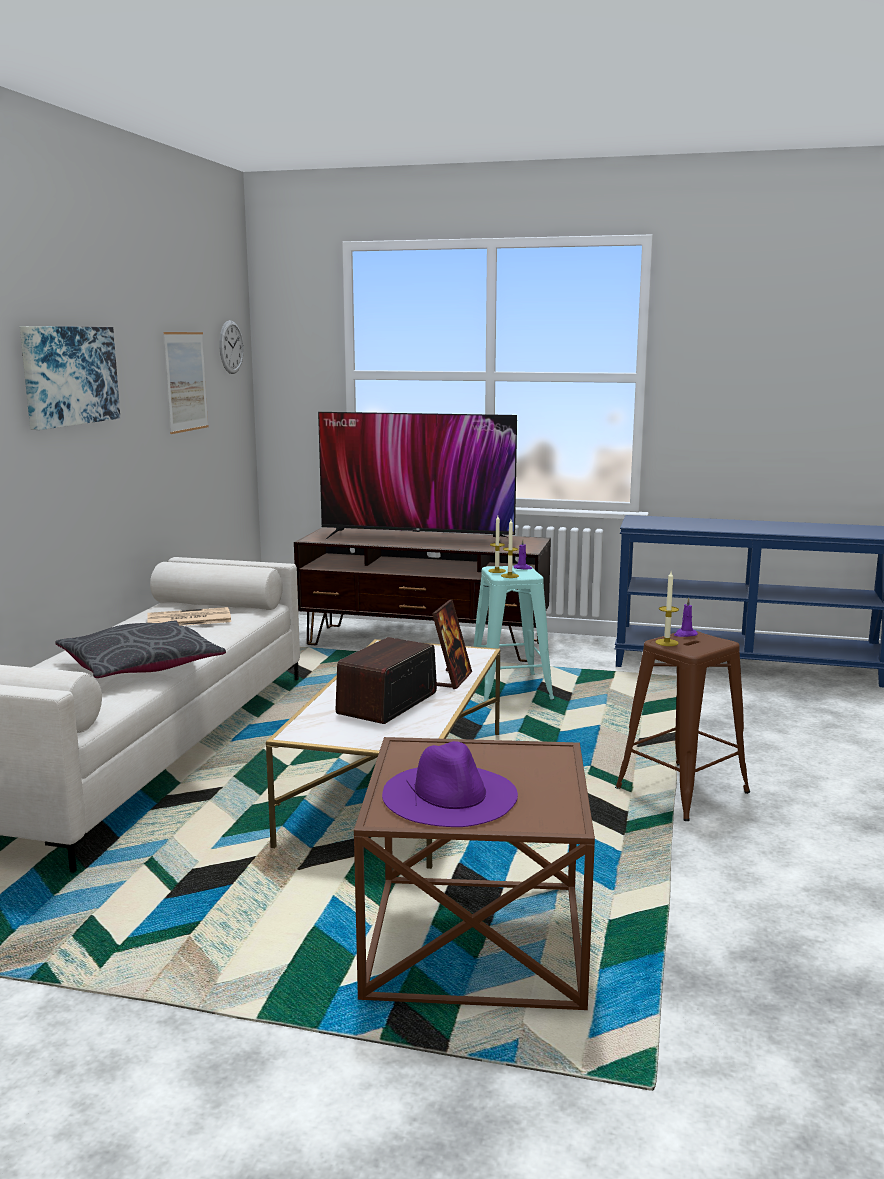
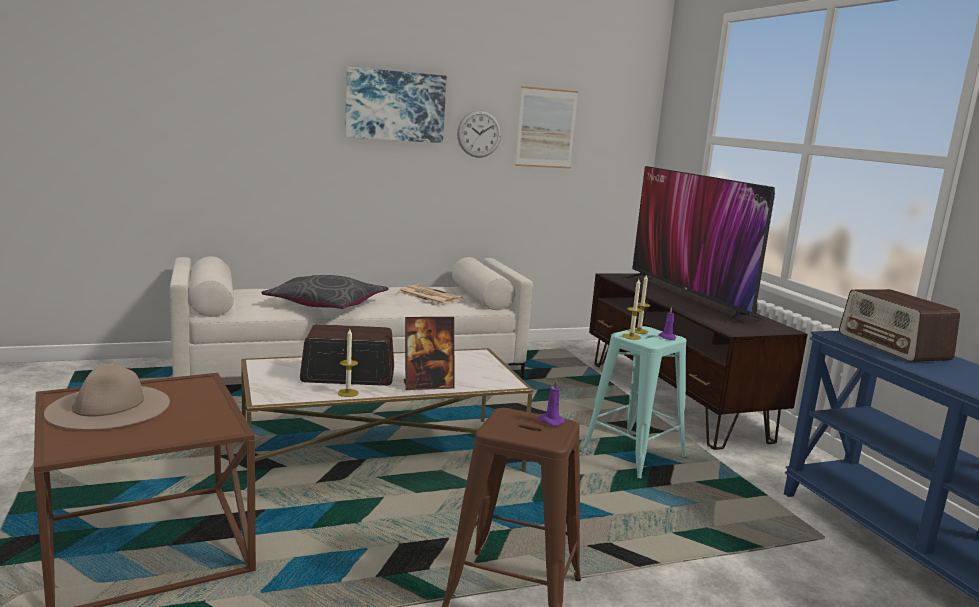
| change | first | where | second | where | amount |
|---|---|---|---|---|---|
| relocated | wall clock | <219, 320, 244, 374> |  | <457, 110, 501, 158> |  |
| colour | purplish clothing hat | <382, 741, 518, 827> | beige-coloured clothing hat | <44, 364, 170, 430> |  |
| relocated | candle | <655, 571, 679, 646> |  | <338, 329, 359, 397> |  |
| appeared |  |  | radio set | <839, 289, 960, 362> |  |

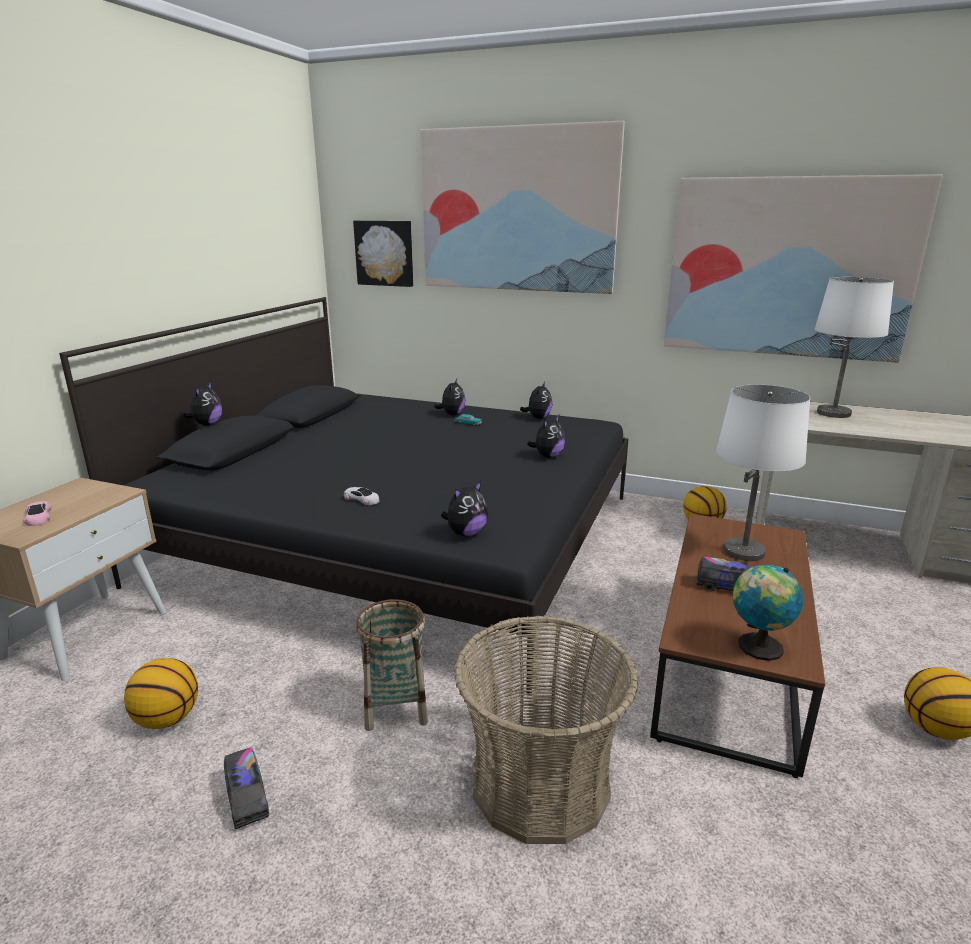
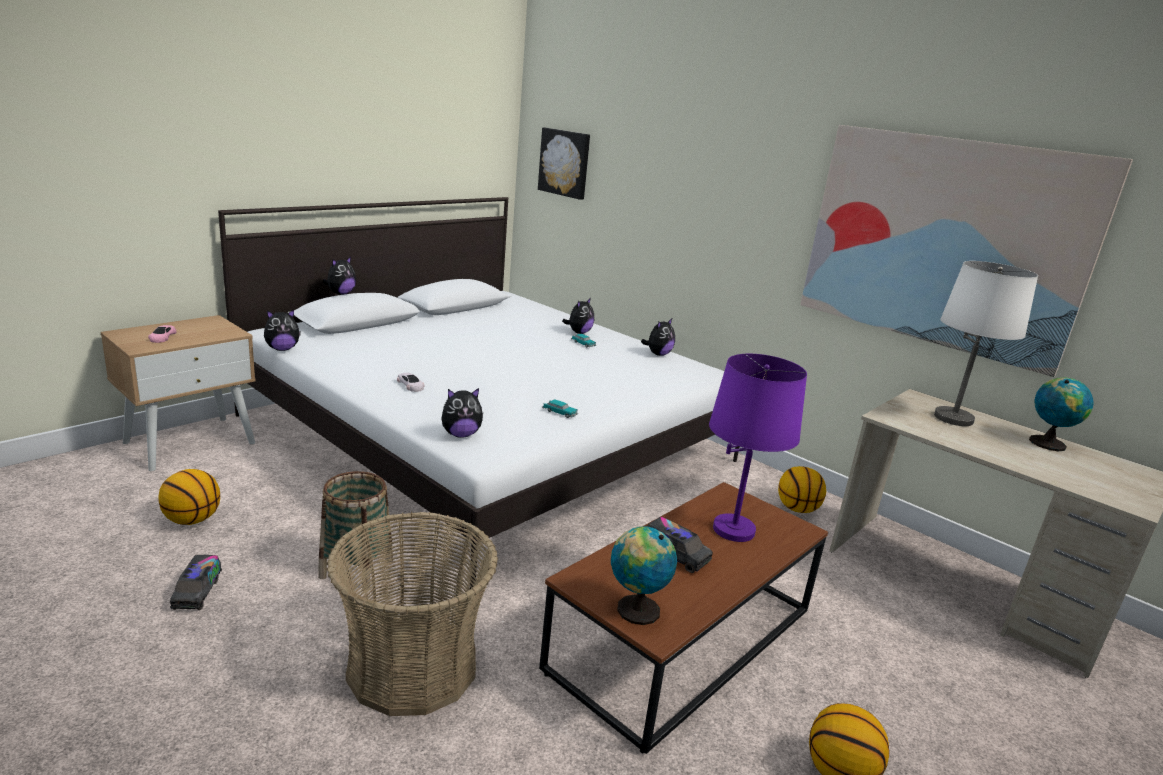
| change | first | where | second | where | amount |
|---|---|---|---|---|---|
| colour | black bedroom bed | <59, 297, 628, 693> | whitish bedroom bed | <218, 197, 740, 589> |  |
| missing | wall art | <421, 121, 625, 294> |  |  |  |
| relocated | plush toy | <527, 415, 565, 458> |  | <264, 309, 301, 351> |  |
| colour | whitish tabletop lamp | <716, 385, 810, 561> | purplish tabletop lamp | <709, 354, 807, 542> |  |
| appeared |  |  | miniature car | <542, 400, 578, 418> |  |
| appeared |  |  | globe | <1029, 377, 1094, 451> |  |

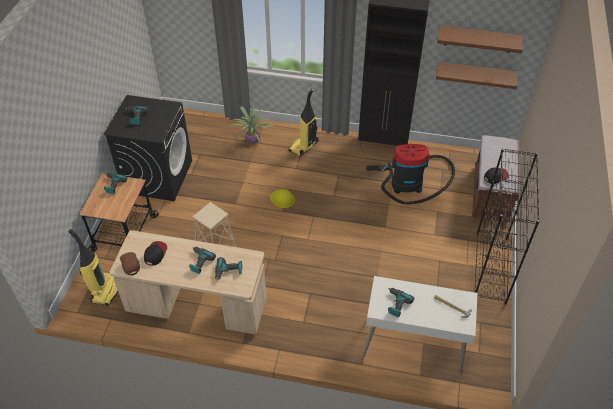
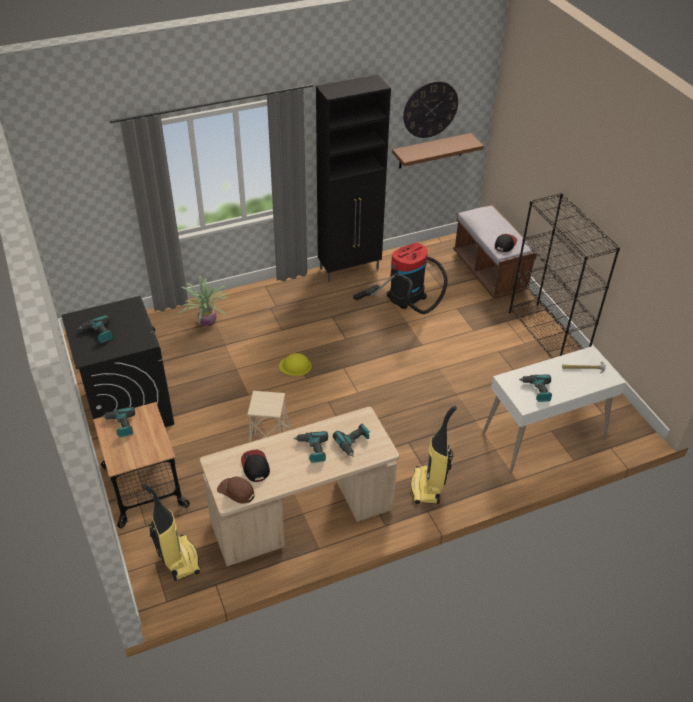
| change | first | where | second | where | amount |
|---|---|---|---|---|---|
| relocated | hoover | <289, 89, 318, 157> |  | <411, 405, 457, 504> |  |
| exchanged | brownish bracket shelf | <437, 26, 523, 53> | wall clock | <403, 81, 458, 138> |  |

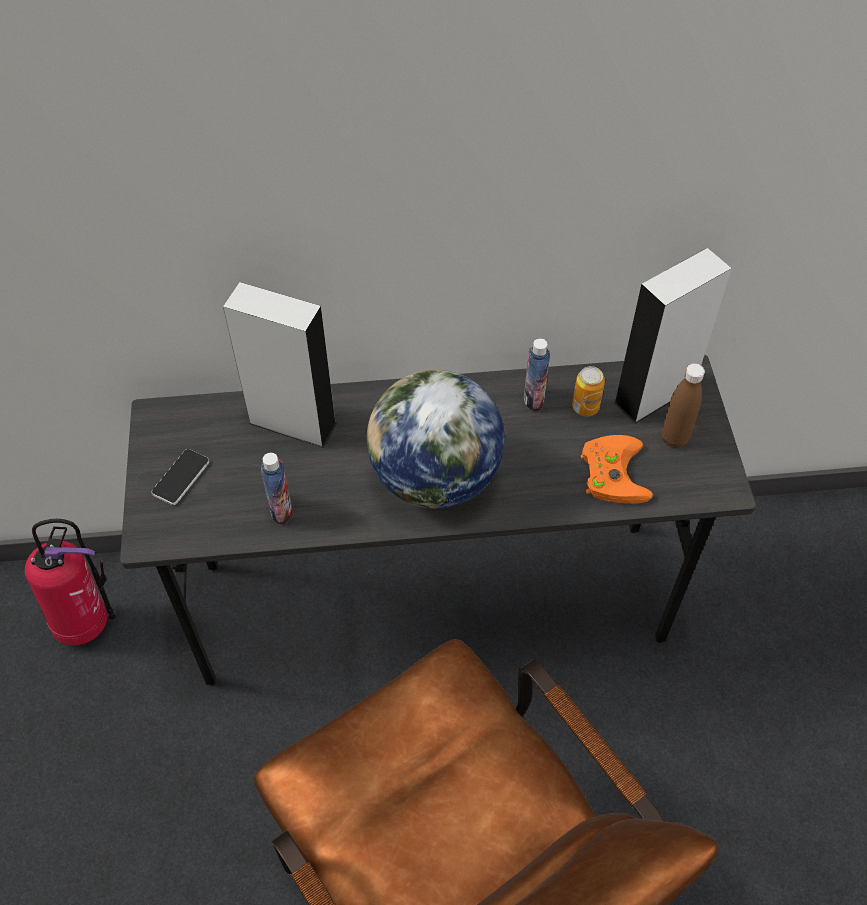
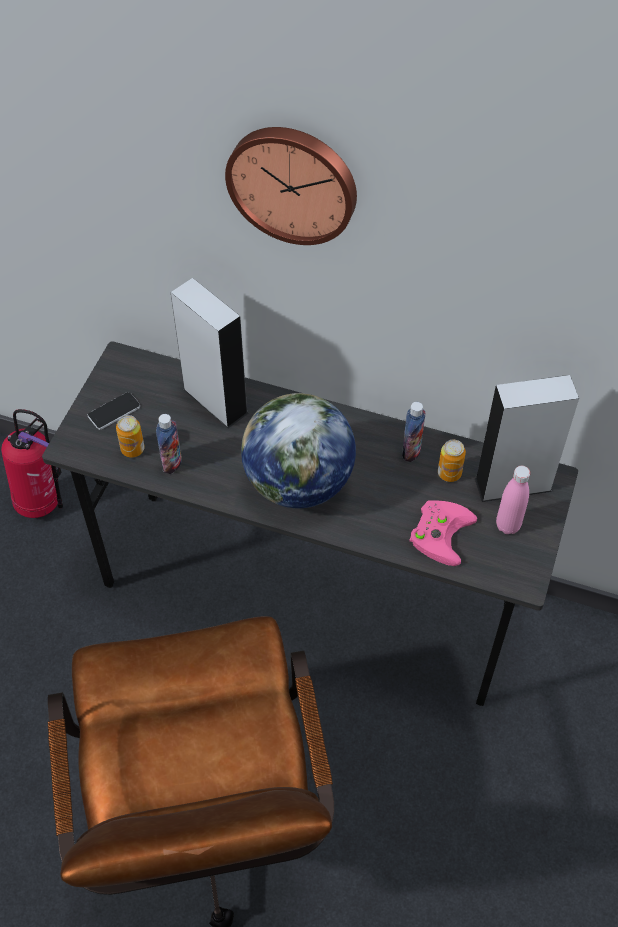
| change | first | where | second | where | amount |
|---|---|---|---|---|---|
| colour | orange game controller | <581, 435, 653, 504> | pink-coloured game controller | <409, 500, 477, 566> |  |
| colour | brownish beverage bottle | <661, 363, 705, 448> | pink-coloured beverage bottle | <496, 466, 530, 534> |  |
| appeared |  |  | sealed can | <116, 415, 145, 457> |  |
| appeared |  |  | wall clock | <225, 127, 357, 245> |  |

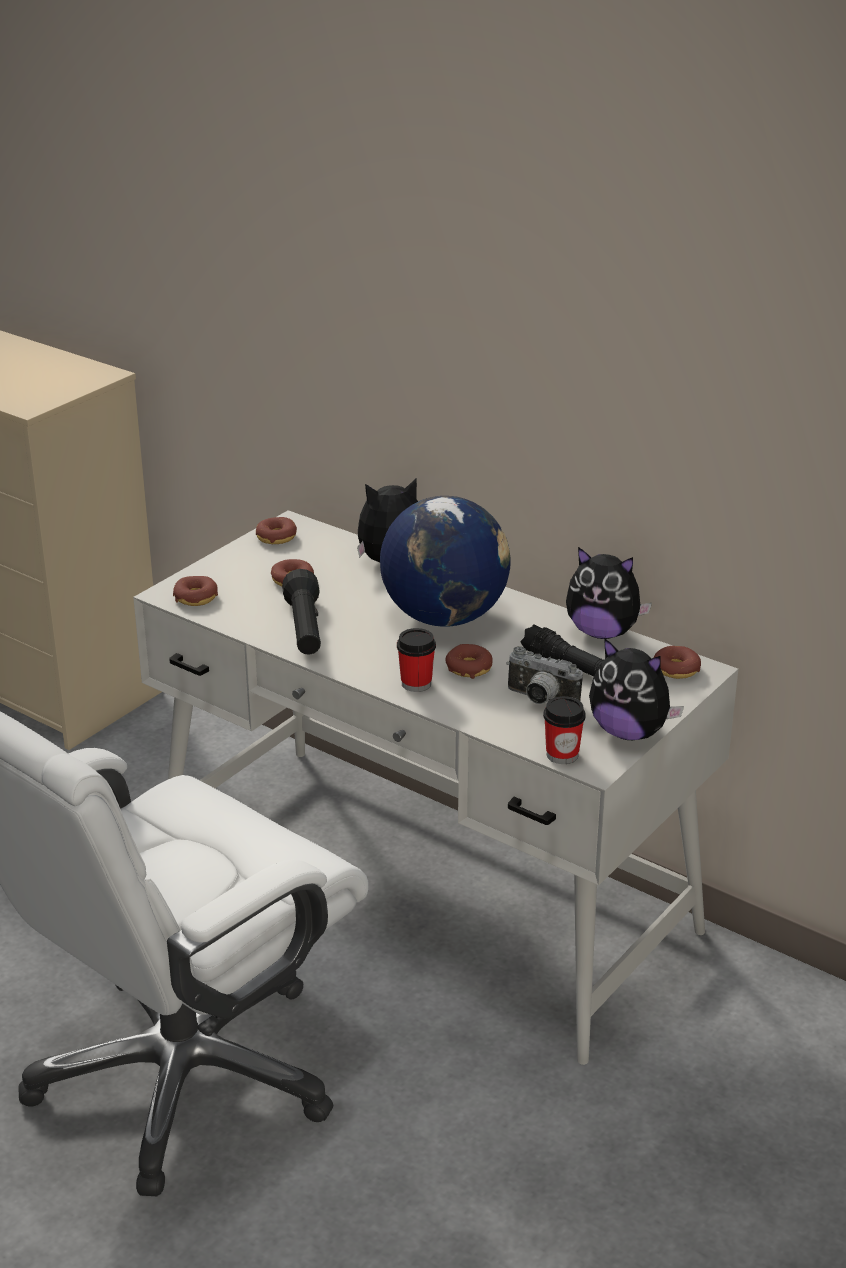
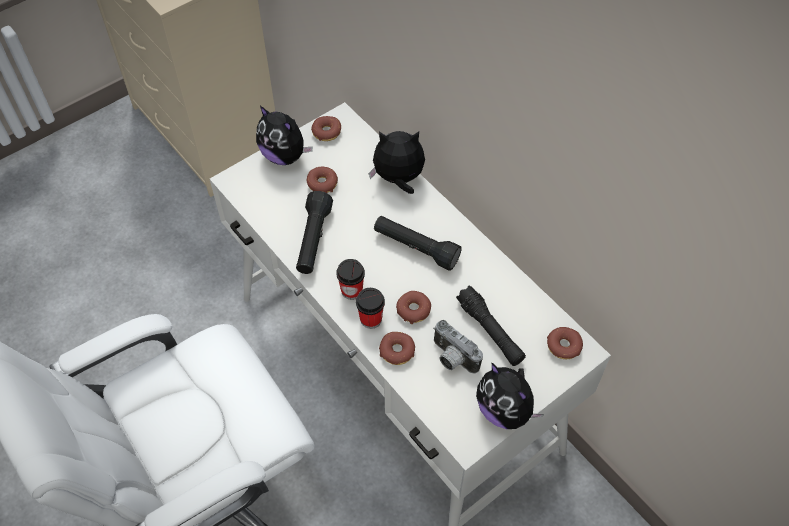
| change | first | where | second | where | amount |
|---|---|---|---|---|---|
| relocated | donut | <173, 576, 218, 606> |  | <379, 332, 415, 365> |  |
| exchanged | globe | <380, 496, 511, 627> | black hand torch | <374, 216, 462, 271> |  |
| relocated | cup | <543, 696, 586, 764> |  | <336, 259, 365, 300> |  |
| relocated | plush toy | <566, 547, 652, 639> |  | <256, 106, 313, 165> |  |

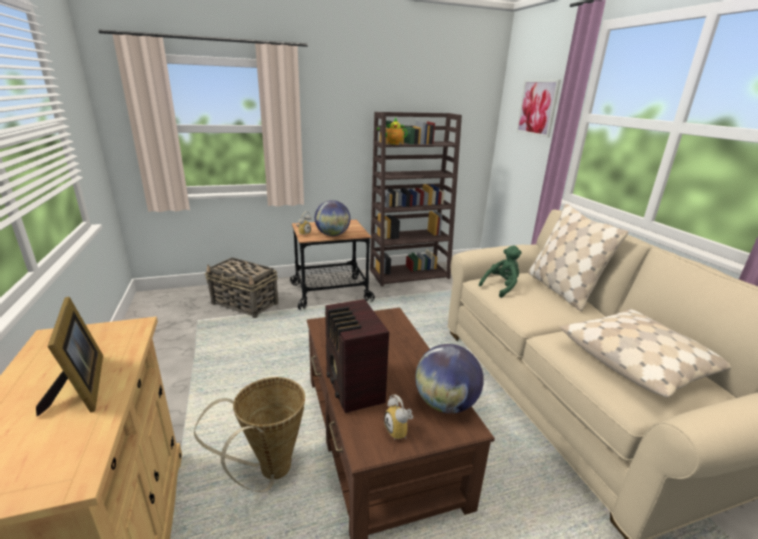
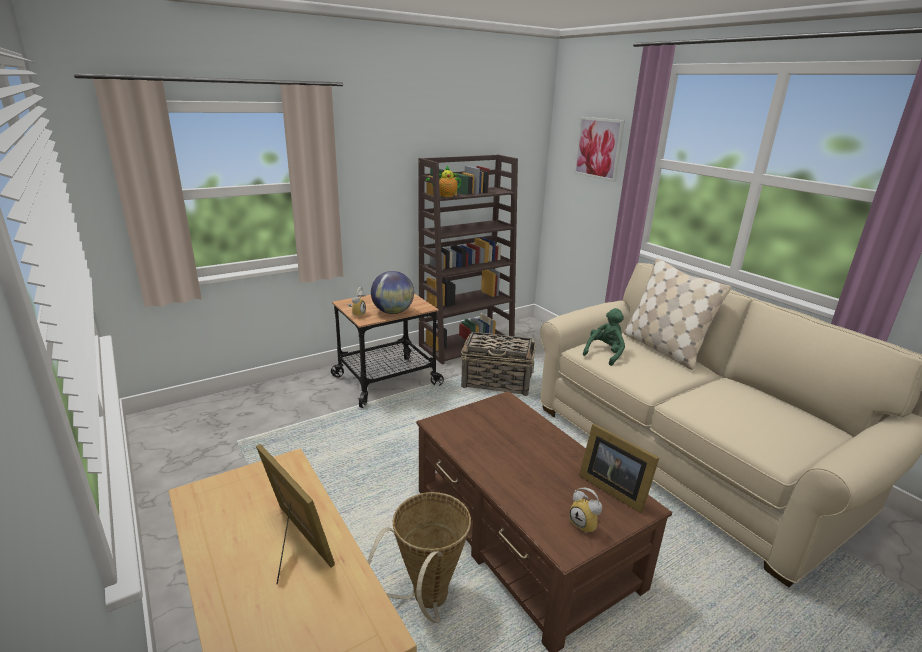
| change | first | where | second | where | amount |
|---|---|---|---|---|---|
| relocated | storage basket | <205, 257, 278, 318> |  | <461, 332, 536, 396> |  |
| missing | radio set | <325, 299, 389, 413> |  |  |  |
| exchanged | globe | <415, 344, 484, 413> | picture frame | <579, 423, 659, 514> |  |
| missing | beige-coloured throw pillow | <560, 309, 731, 398> |  |  |  |

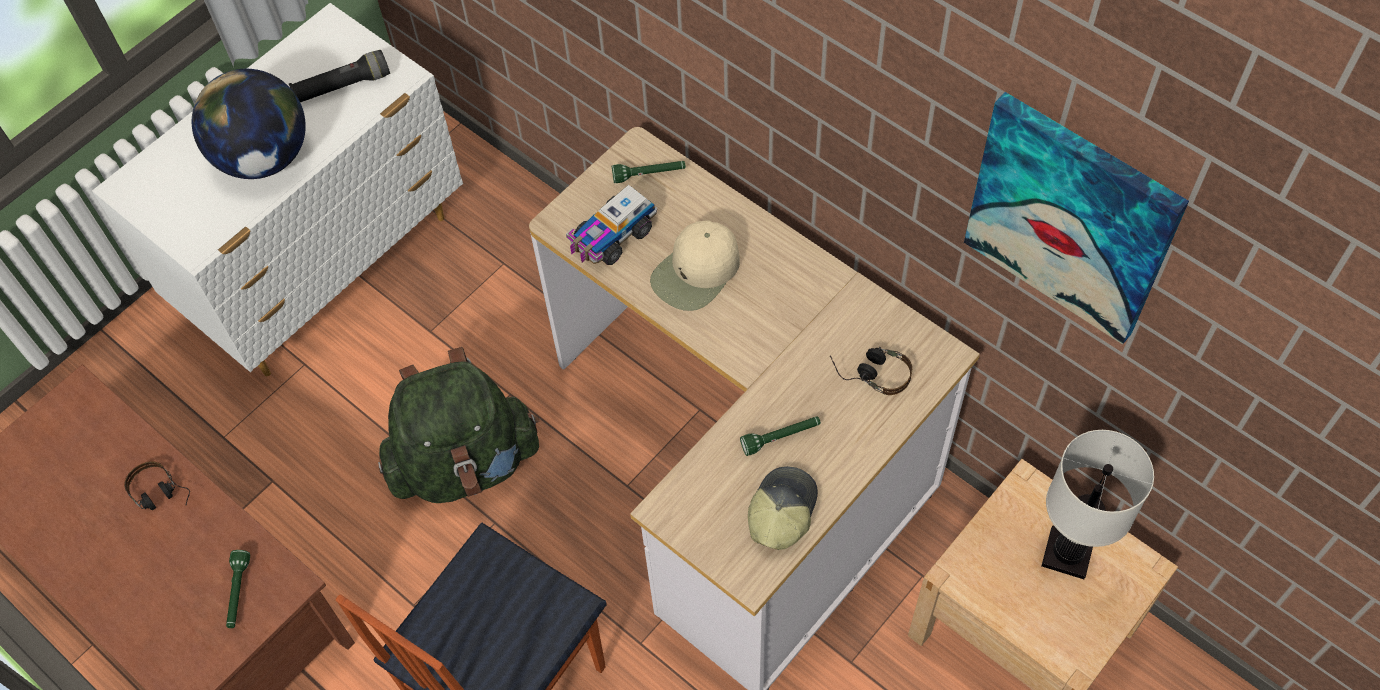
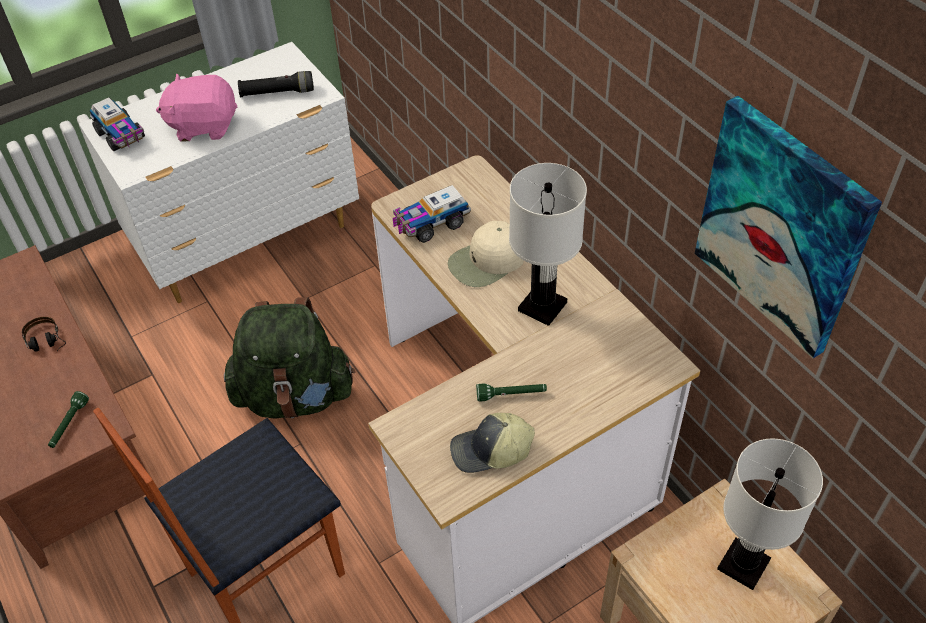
| change | first | where | second | where | amount |
|---|---|---|---|---|---|
| exchanged | globe | <192, 69, 306, 179> | pink-coloured plush toy | <156, 73, 237, 142> |  |
| missing | green hand torch | <612, 161, 686, 183> |  |  |  |
| spun | baseball cap | <748, 466, 818, 550> |  | <450, 413, 535, 473> | 135 degrees counterclockwise |
| missing | pair of headphones | <830, 347, 912, 395> |  |  |  |
| appeared |  |  | model truck | <90, 98, 145, 152> |  |
| appeared |  |  | whitish tabletop lamp | <509, 163, 587, 326> |  |

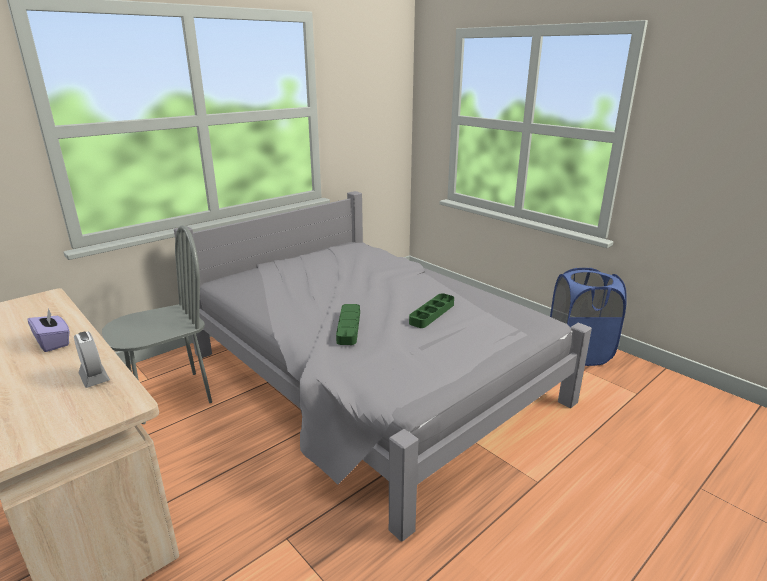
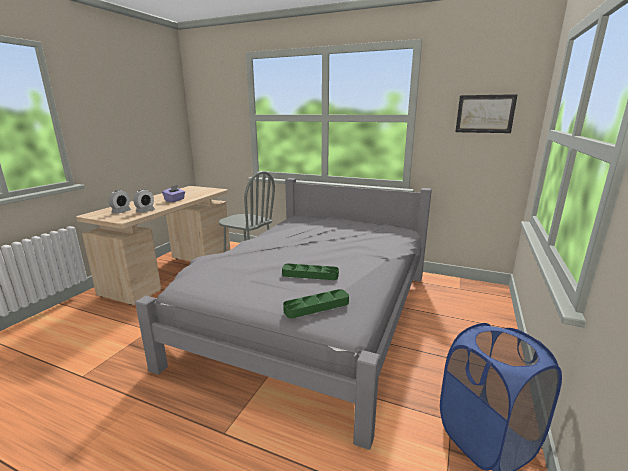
| change | first | where | second | where | amount |
|---|---|---|---|---|---|
| relocated | green serving tray | <336, 304, 360, 345> |  | <283, 289, 349, 318> |  |
| appeared |  |  | alarm clock | <108, 190, 131, 214> |  |
| appeared |  |  | wall art | <455, 94, 518, 133> |  |

